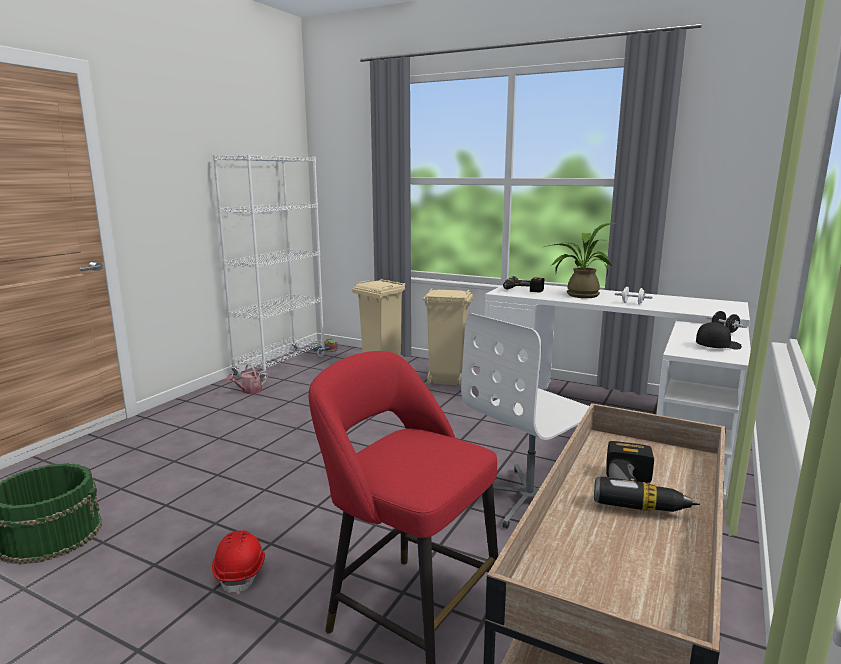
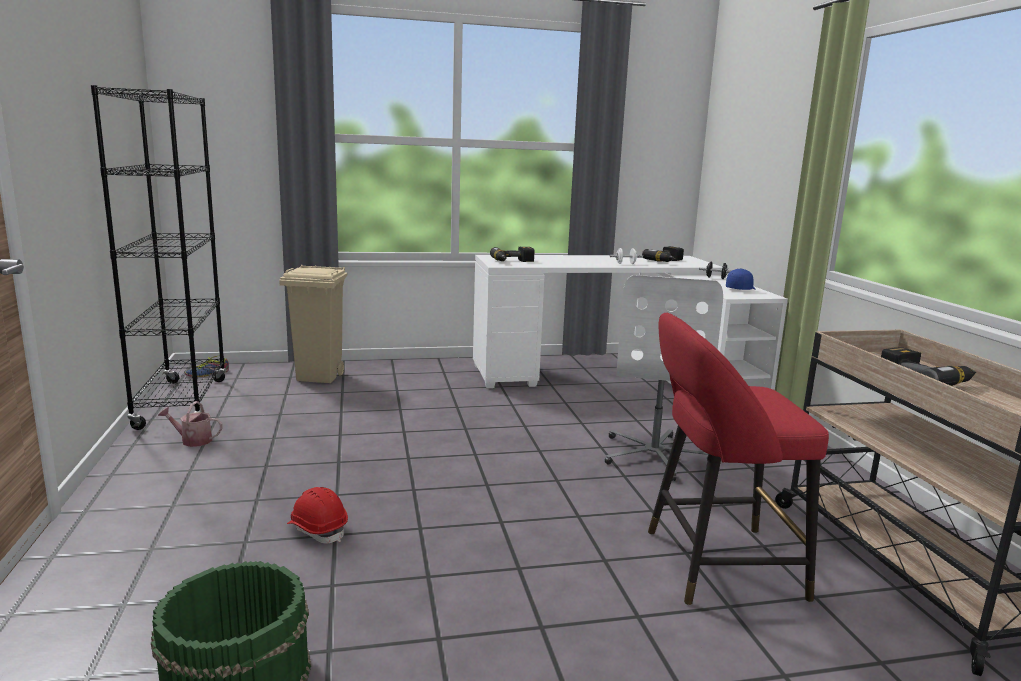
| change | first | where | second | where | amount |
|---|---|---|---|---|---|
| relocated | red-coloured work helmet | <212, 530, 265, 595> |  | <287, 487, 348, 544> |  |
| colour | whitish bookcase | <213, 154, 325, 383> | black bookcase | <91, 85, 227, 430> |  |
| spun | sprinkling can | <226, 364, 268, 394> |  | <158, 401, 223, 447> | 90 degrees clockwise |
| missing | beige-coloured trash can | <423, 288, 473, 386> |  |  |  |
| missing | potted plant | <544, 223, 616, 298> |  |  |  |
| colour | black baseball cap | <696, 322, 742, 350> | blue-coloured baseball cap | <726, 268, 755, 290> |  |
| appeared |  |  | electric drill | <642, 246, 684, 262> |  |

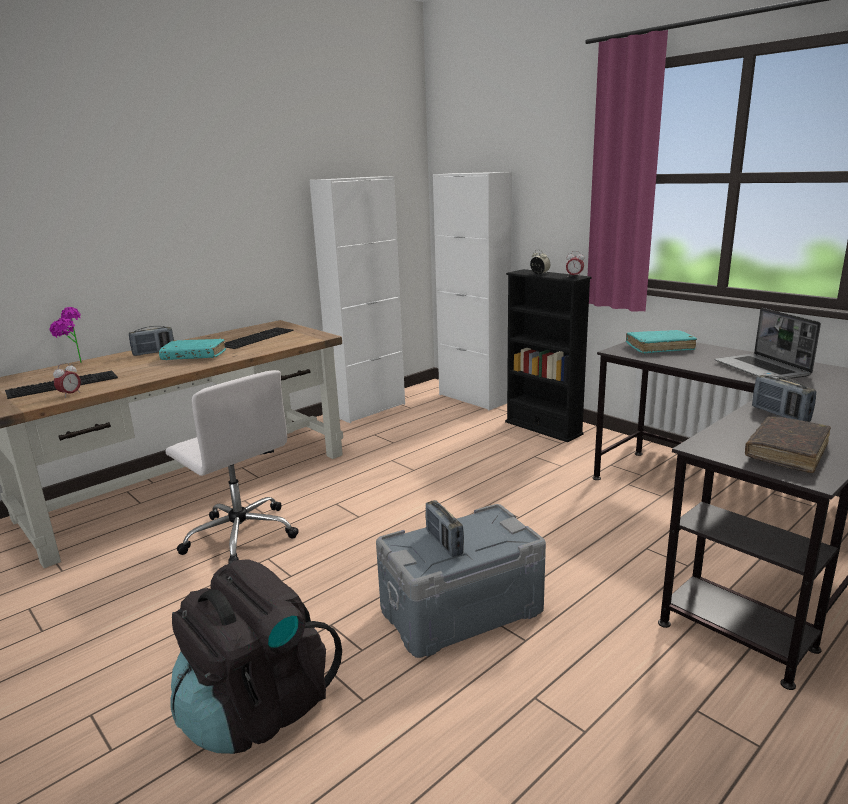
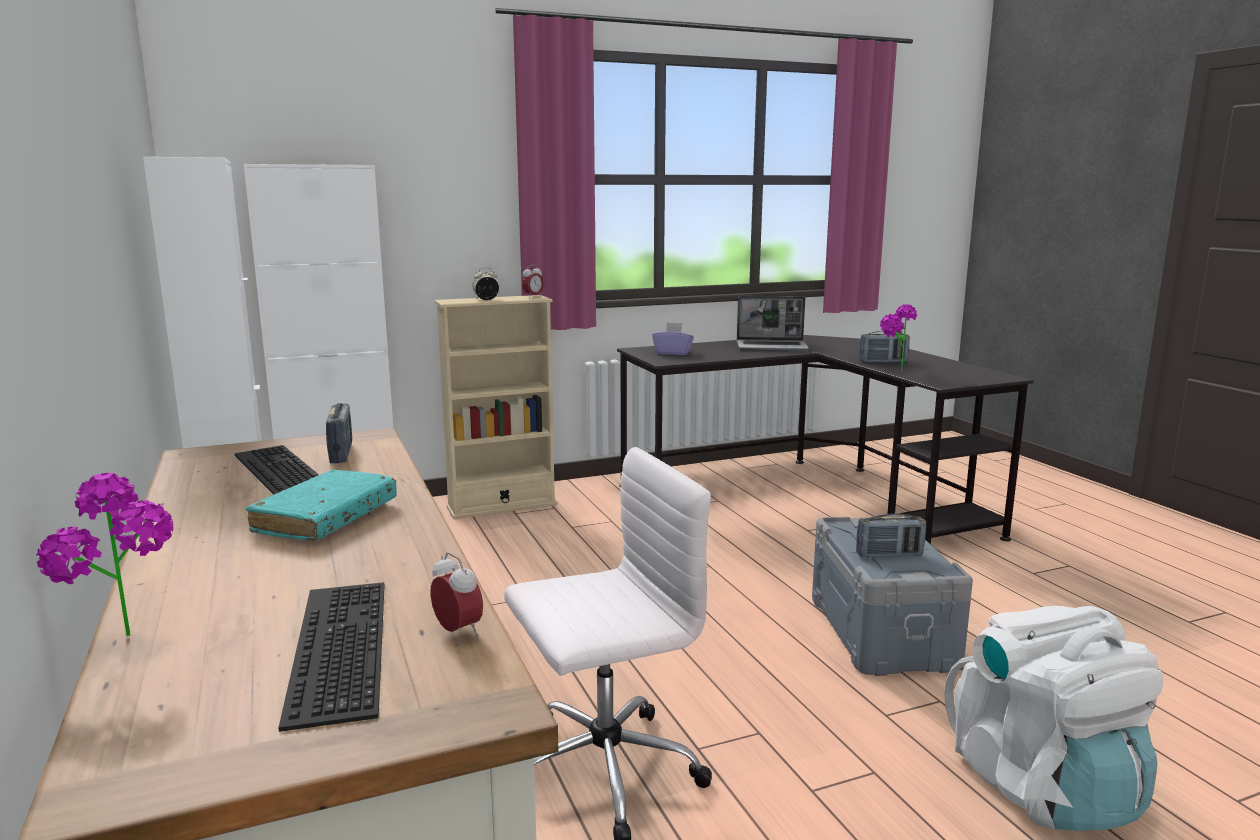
| change | first | where | second | where | amount |
|---|---|---|---|---|---|
| relocated | radio set | <129, 326, 174, 356> |  | <326, 403, 352, 463> |  |
| colour | black backpack | <170, 559, 342, 754> | whitish backpack | <944, 606, 1163, 831> |  |
| colour | black bookcase | <505, 269, 592, 442> | beige-coloured bookcase | <435, 295, 557, 519> |  |
| exchanged | blue-green book | <626, 330, 697, 354> | purplish tissue box | <652, 322, 694, 355> |  |
| missing | brownish book | <745, 417, 831, 473> |  |  |  |
| appeared |  |  | potted plant | <880, 304, 917, 372> |  |

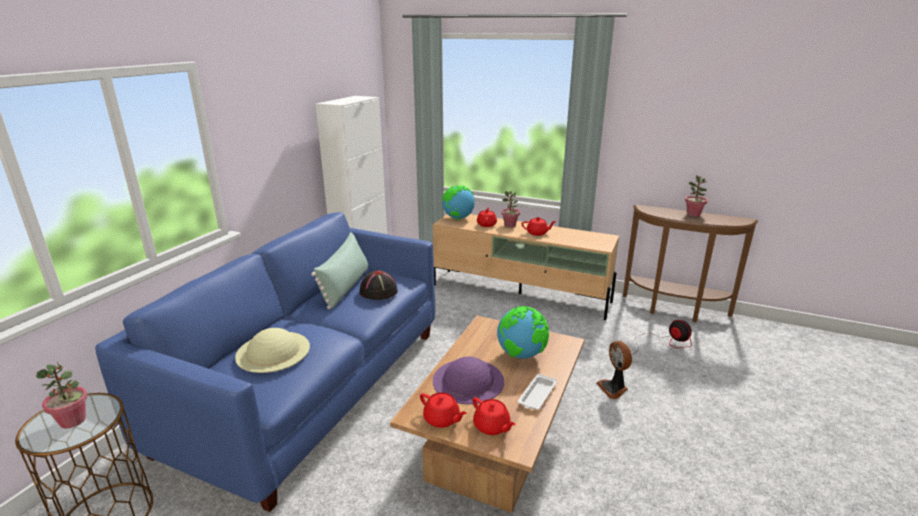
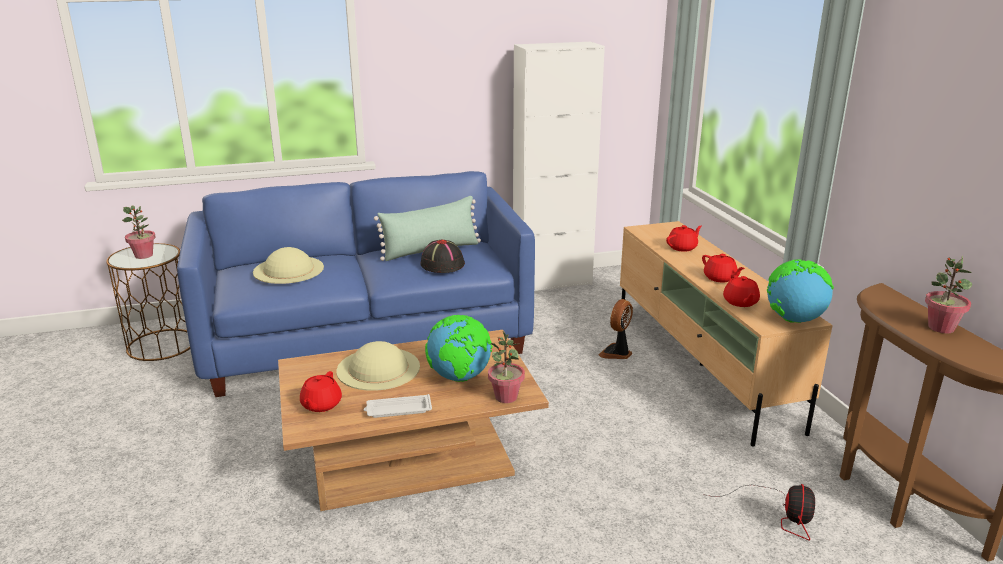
| change | first | where | second | where | amount |
|---|---|---|---|---|---|
| relocated | red-coloured tea pot | <420, 392, 467, 428> |  | <723, 275, 760, 307> |  |
| colour | purplish clothing hat | <433, 357, 504, 404> | beige-coloured clothing hat | <337, 341, 420, 391> |  |
| relocated | globe | <442, 185, 475, 220> |  | <767, 259, 834, 323> |  |
| relocated | potted plant | <501, 191, 520, 227> |  | <488, 331, 525, 403> |  |
| relocated | cooling fan | <597, 341, 632, 399> |  | <598, 299, 633, 359> |  |

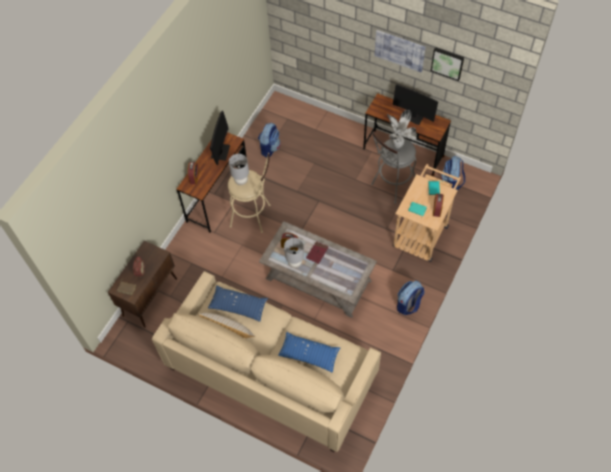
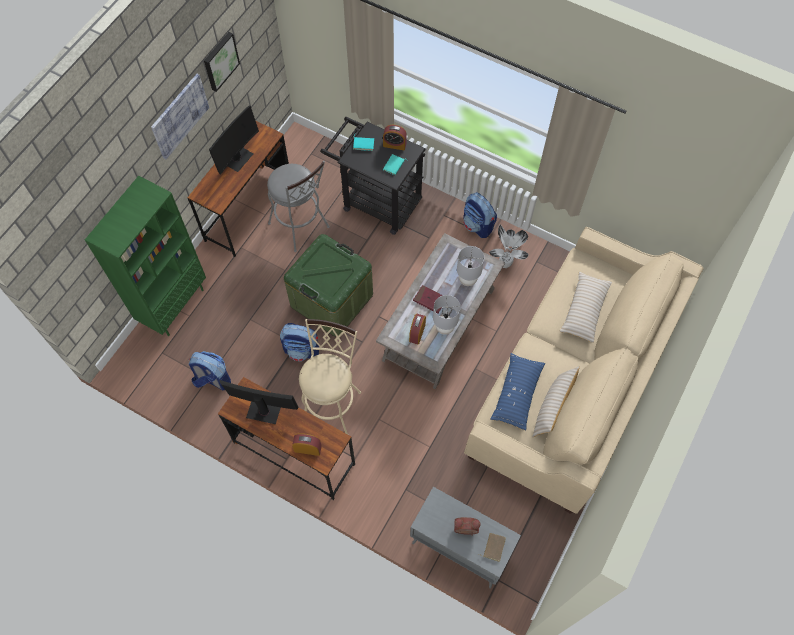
| change | first | where | second | where | amount |
|---|---|---|---|---|---|
| colour | brownish cabinet | <108, 241, 177, 327> | gray cabinet | <410, 487, 521, 589> |  |
| relocated | gray tabletop lamp | <229, 154, 249, 185> |  | <457, 246, 484, 286> |  |
| colour | blue-coloured throw pillow | <278, 332, 340, 373> | beige-coloured throw pillow | <559, 271, 612, 343> |  |
| relocated | potted plant | <387, 110, 416, 148> |  | <489, 225, 529, 268> |  |
| colour | beige-coloured trolley | <393, 164, 461, 262> | black trolley | <320, 117, 426, 235> |  |
| relocated | backpack | <441, 156, 465, 190> |  | <280, 323, 319, 361> |  |
| appeared |  |  | green bookcase | <85, 176, 206, 336> |  |
| appeared |  |  | green storage box | <284, 234, 373, 336> |  |

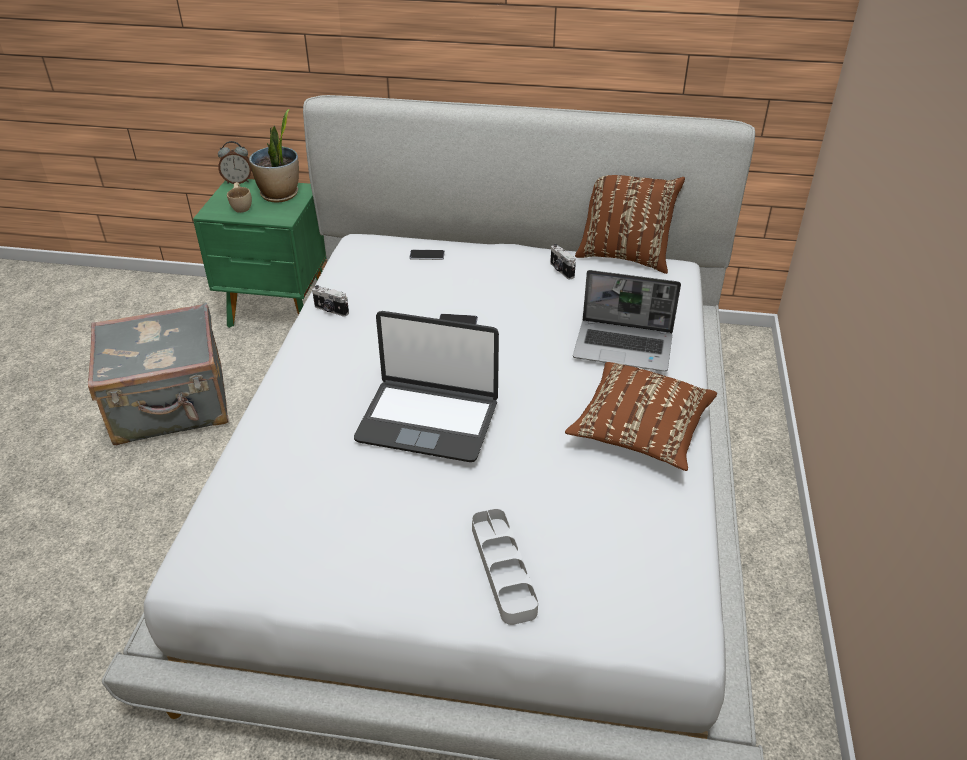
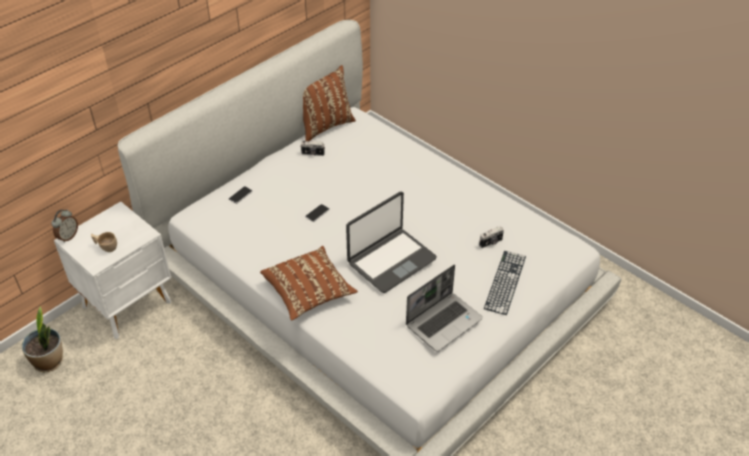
| change | first | where | second | where | amount |
|---|---|---|---|---|---|
| missing | gray suitcase | <88, 303, 229, 445> |  |  |  |
| colour | green nightstand | <193, 179, 326, 328> | whitish nightstand | <54, 201, 171, 339> |  |
| relocated | potted plant | <249, 109, 299, 202> |  | <22, 306, 63, 372> |  |
| relocated | photo camera | <312, 285, 349, 317> |  | <479, 226, 504, 248> |  |
| exchanged | gray serving tray | <472, 509, 538, 625> | keyboard | <484, 251, 526, 315> |  |
| relocated | brownish throw pillow | <565, 362, 717, 471> |  | <260, 246, 358, 320> |  |
| relocated | notebook computer | <573, 270, 681, 372> |  | <406, 264, 483, 352> |  |

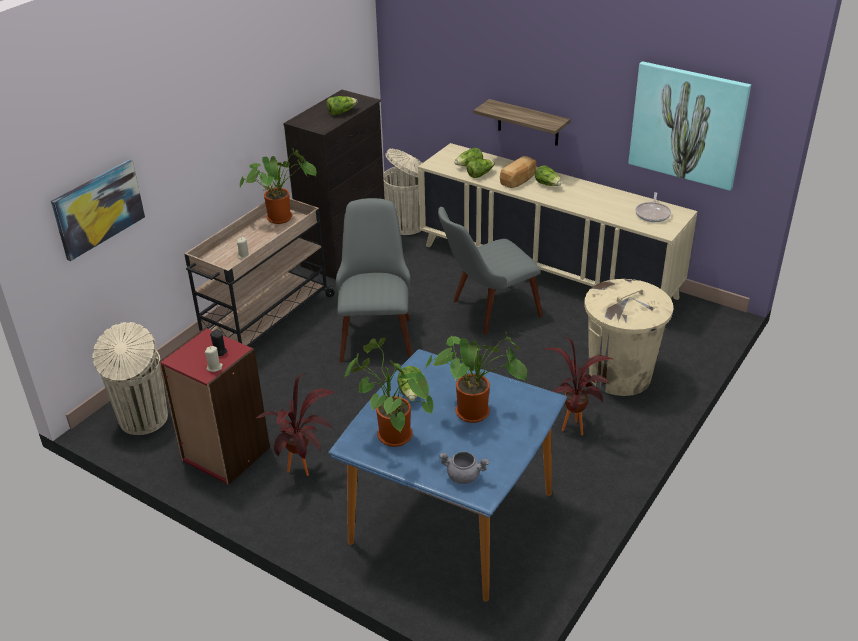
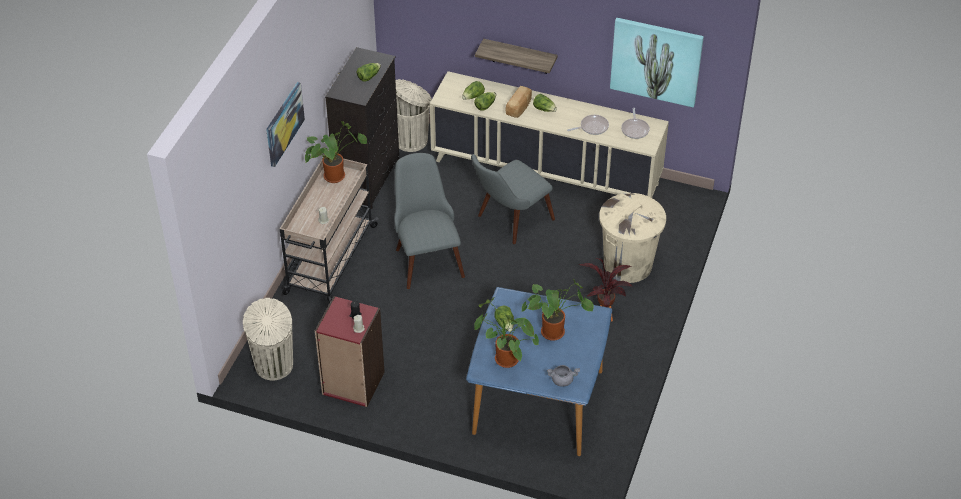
| change | first | where | second | where | amount |
|---|---|---|---|---|---|
| relocated | wall art | <51, 160, 145, 261> |  | <266, 82, 305, 167> |  |
| missing | potted plant | <256, 374, 335, 476> |  |  |  |
| appeared |  |  | frying pan | <567, 115, 609, 135> |  |

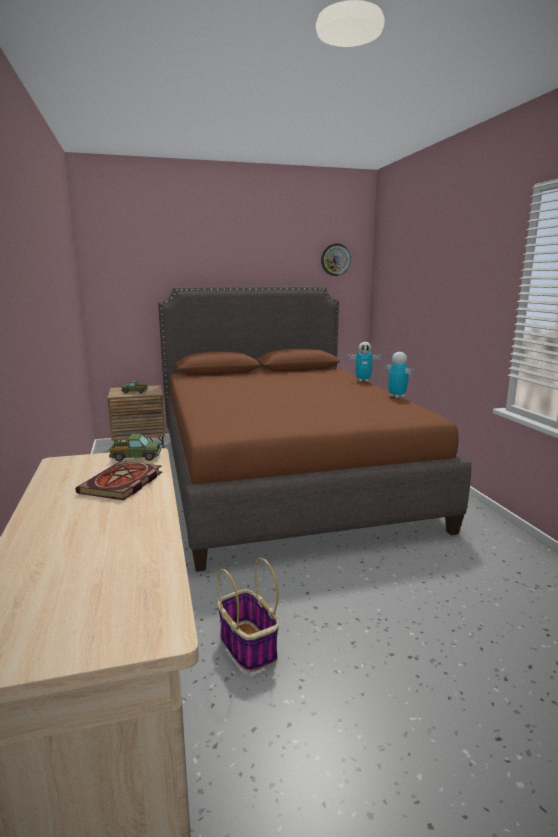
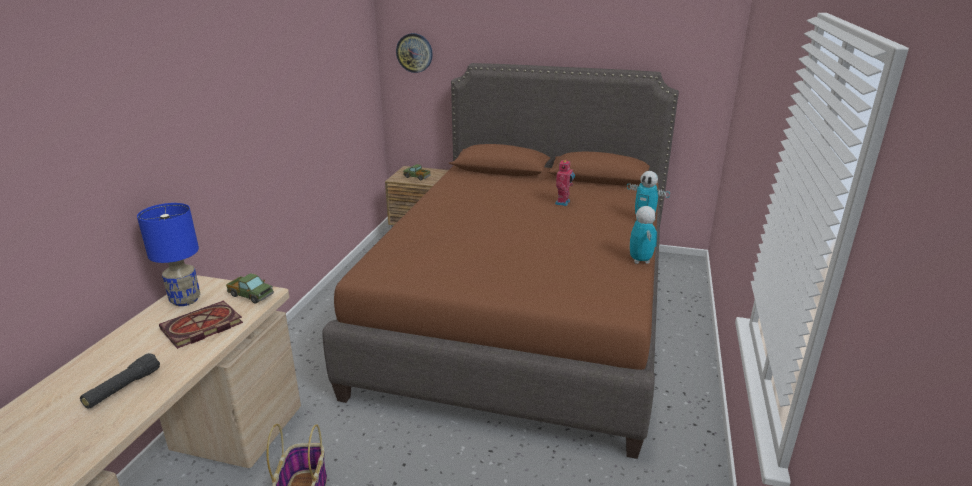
| change | first | where | second | where | amount |
|---|---|---|---|---|---|
| relocated | wall clock | <321, 243, 351, 276> |  | <396, 33, 433, 73> |  |
| appeared |  |  | black hand torch | <80, 353, 160, 409> |  |
| appeared |  |  | blue-coloured tabletop lamp | <137, 203, 200, 306> |  |
| appeared |  |  | robot figure | <555, 159, 575, 206> |  |

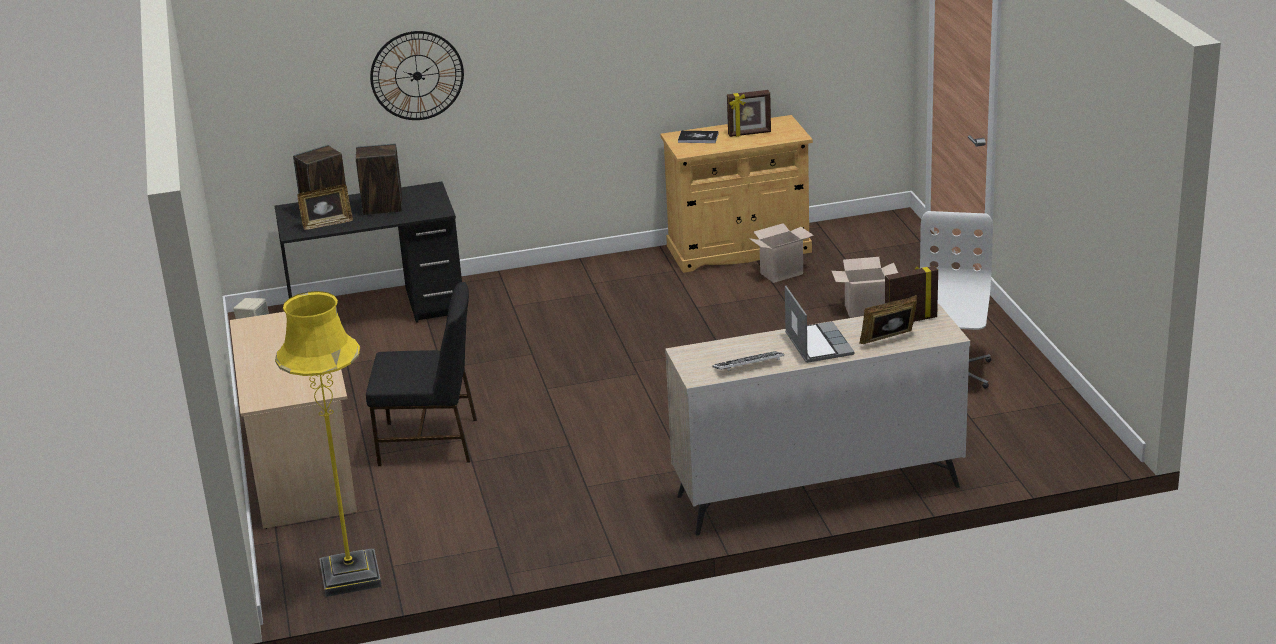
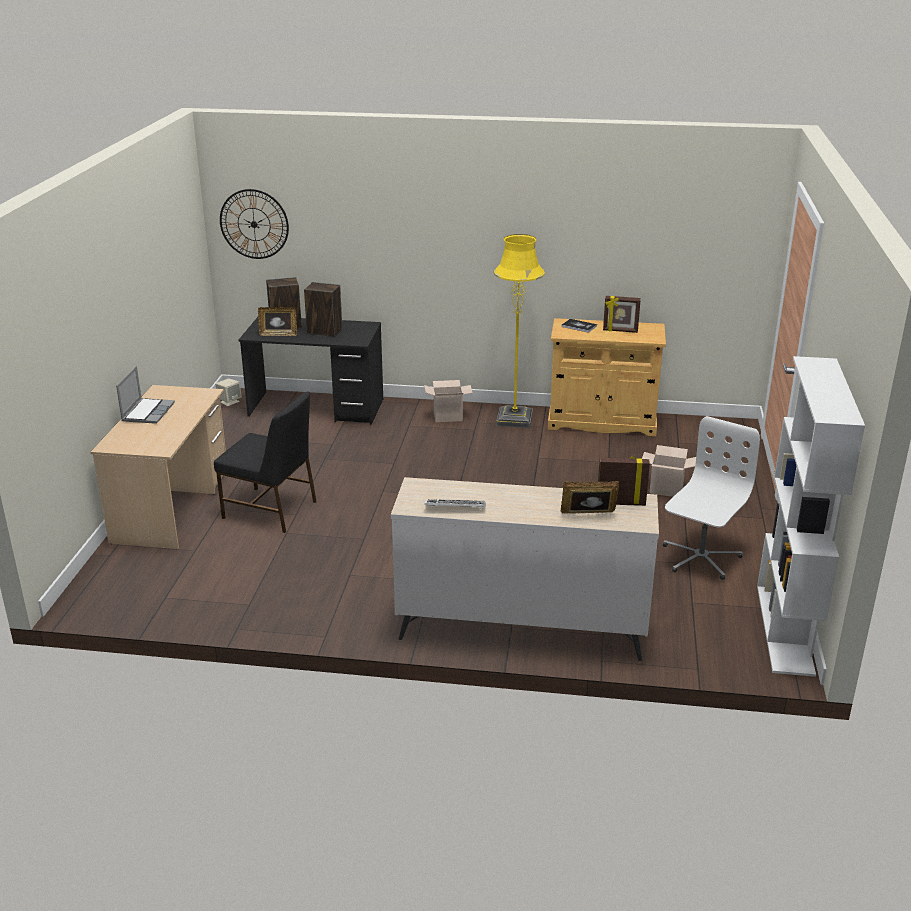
| change | first | where | second | where | amount |
|---|---|---|---|---|---|
| relocated | yellow-coloured floor lamp | <275, 291, 382, 597> |  | <494, 234, 545, 428> |  |
| relocated | wall clock | <370, 31, 464, 120> |  | <220, 189, 289, 259> |  |
| relocated | cardboard box | <749, 223, 813, 283> |  | <424, 380, 473, 422> |  |
| relocated | notebook computer | <785, 285, 855, 363> |  | <116, 366, 175, 424> |  |
| appeared |  |  | whitish bookcase | <757, 356, 865, 677> |  |

